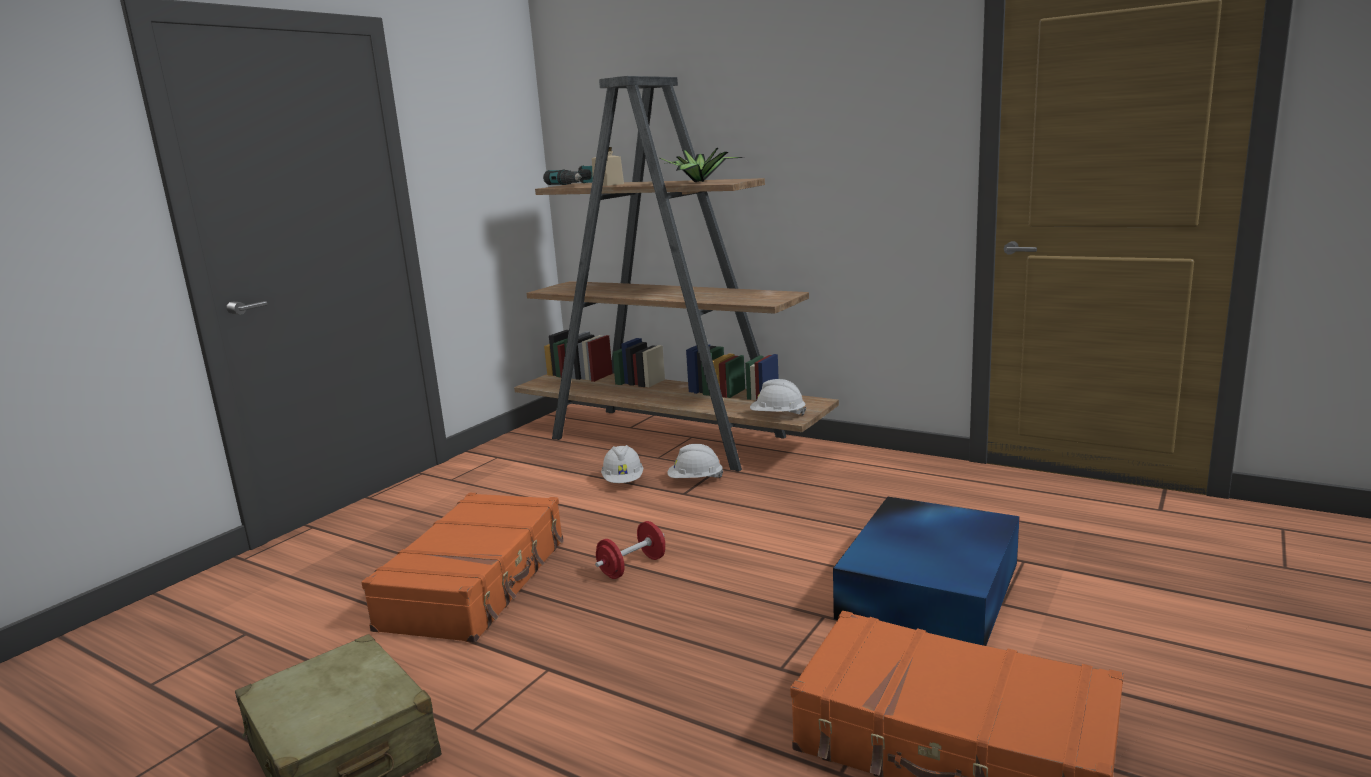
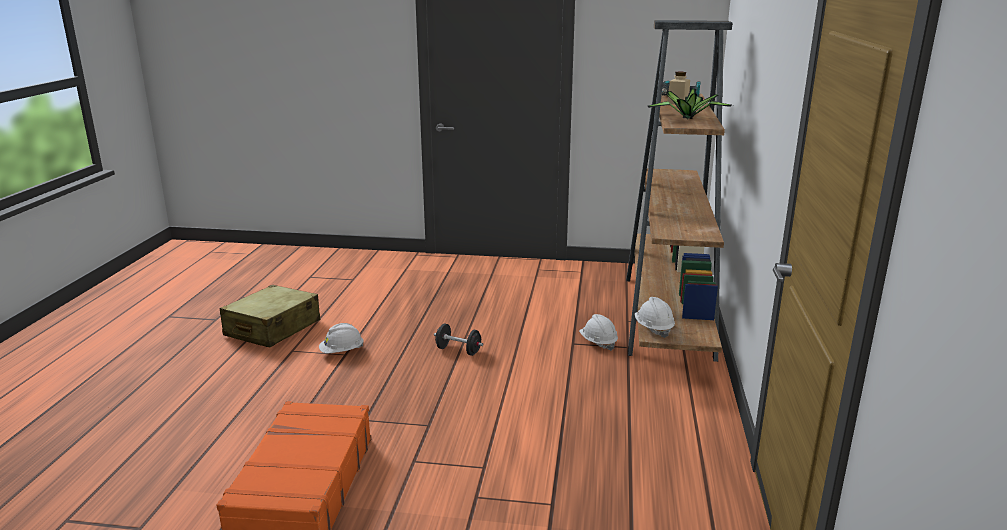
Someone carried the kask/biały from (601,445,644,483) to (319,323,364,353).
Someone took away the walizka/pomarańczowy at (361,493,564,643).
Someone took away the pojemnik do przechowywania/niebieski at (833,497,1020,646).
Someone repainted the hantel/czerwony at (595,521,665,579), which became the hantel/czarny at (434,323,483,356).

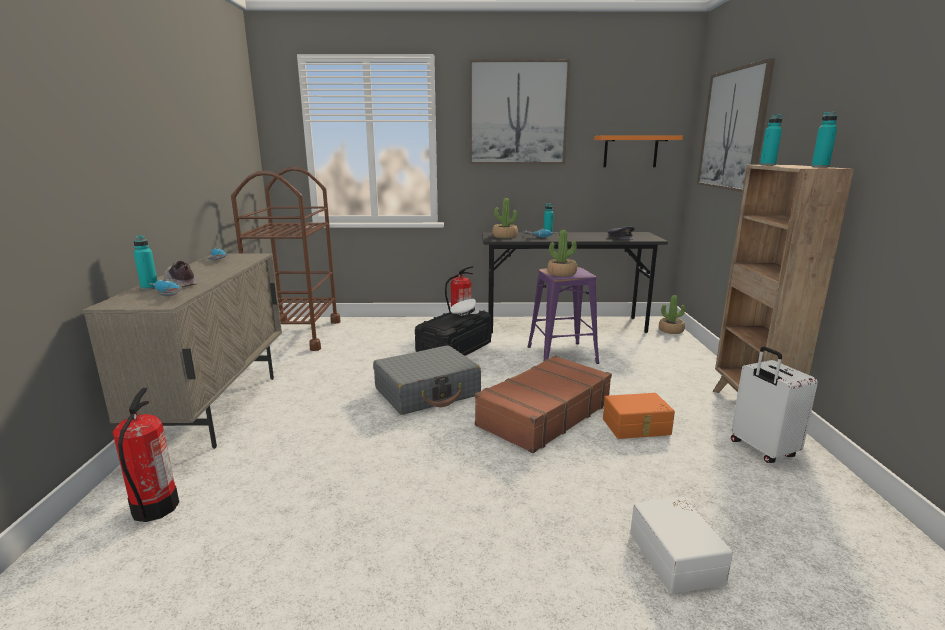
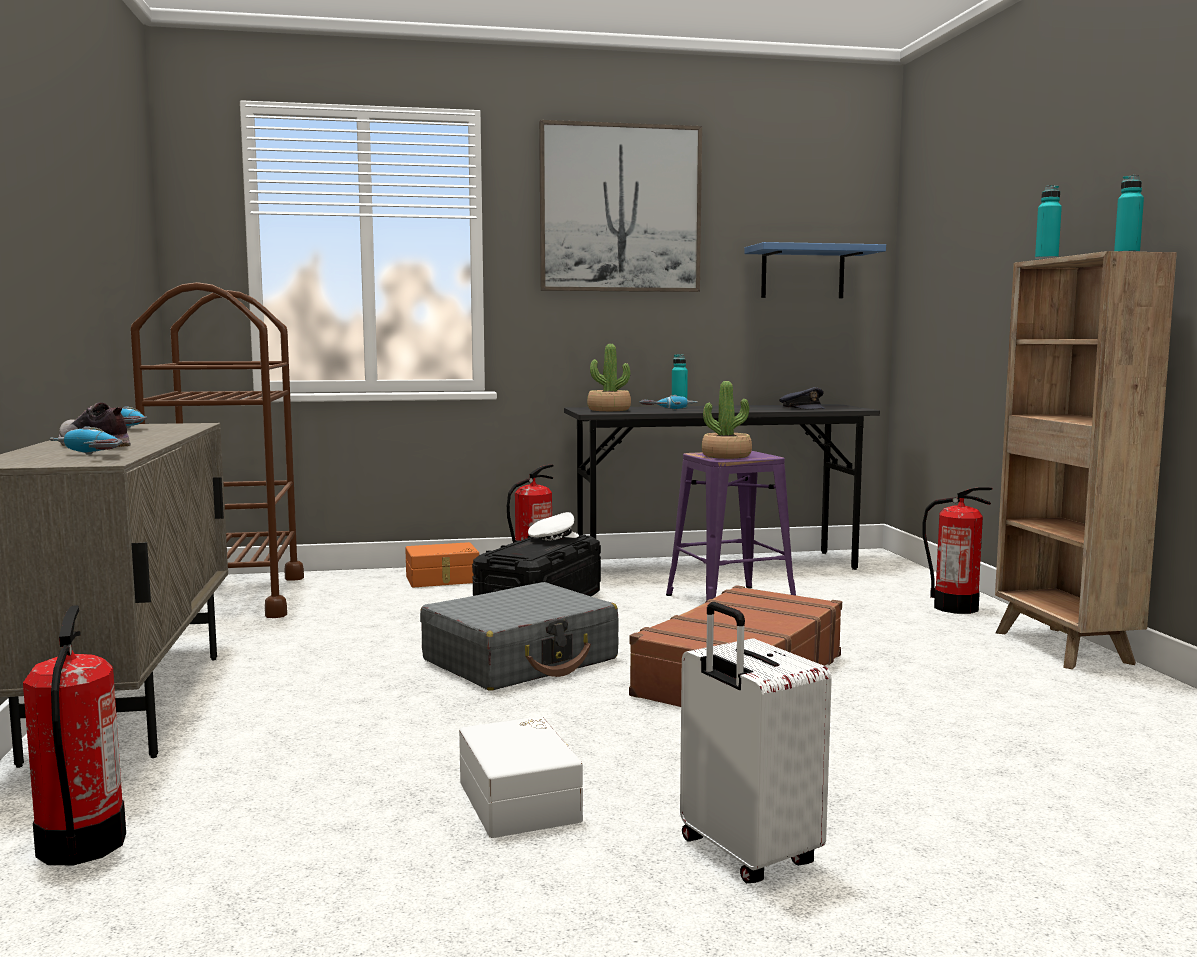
Someone took away the obraz at (697,59,775,192).
Someone repainted the półka/pomarańczowy at (594,135,683,167), which became the półka/niebieski at (744,242,886,298).
Someone took away the butelka/turkusowy at (134,235,157,290).
Someone took away the roślina doniczkowa at (659,295,685,334).
Someone carried the walizka/biały from (731,347,818,463) to (680,602,832,883).
Someone carried the pojemnik do przechowywania/pomarańczowy from (603,393,675,439) to (405,542,479,588).
Someone carried the pojemnik do przechowywania/biały from (630,497,733,594) to (459,716,583,838).
Someone put down the gaśnica at (922,487,992,614).

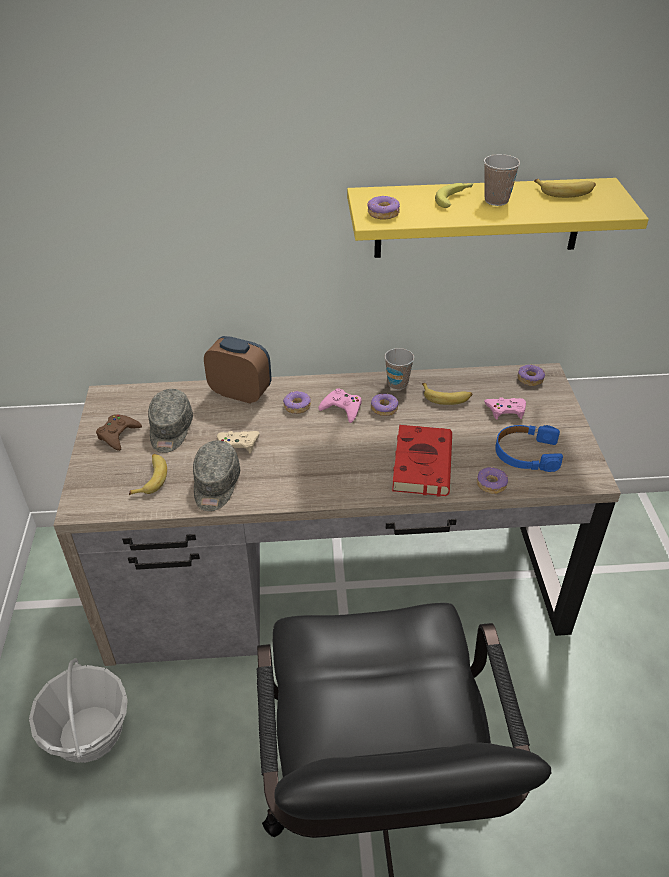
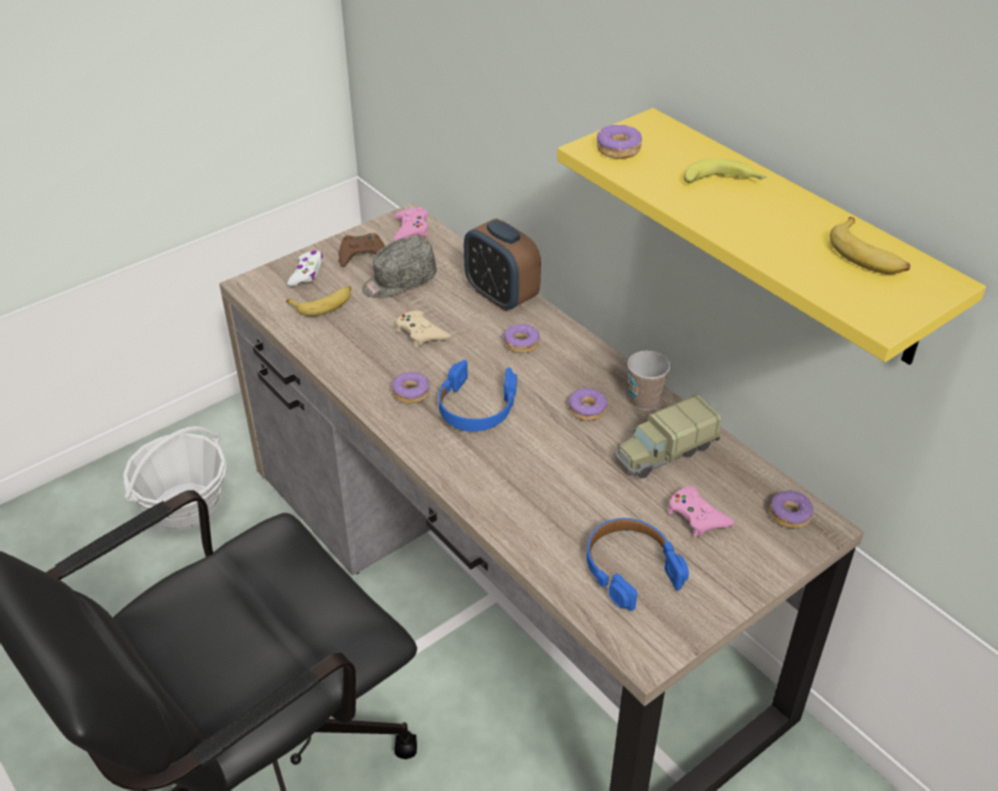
Someone took away the filiżanka at (484,154,520,206).
Someone rotated the budzik at (204,336,271,404) by 150 degrees clockwise.
Someone swapped the banan at (422,383,472,405) for the ciężarówka zabawkowa at (614,395,722,478).
Someone carried the pad do gier/różowy from (319,388,362,423) to (393,207,428,242).
Someone took away the książka/czerwony at (392,425,452,497).
Someone took away the czapka z daszkiem/szary at (193,440,240,511).
Someone carried the donut from (477,467,508,494) to (392,372,430,403).
Someone put down the pad do gier/biały at (287,250,323,286).
Someone put down the słuchawki/niebieski at (439,360,517,432).

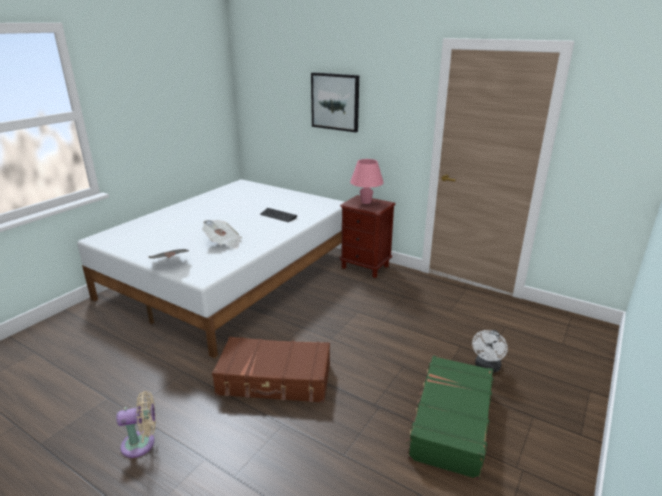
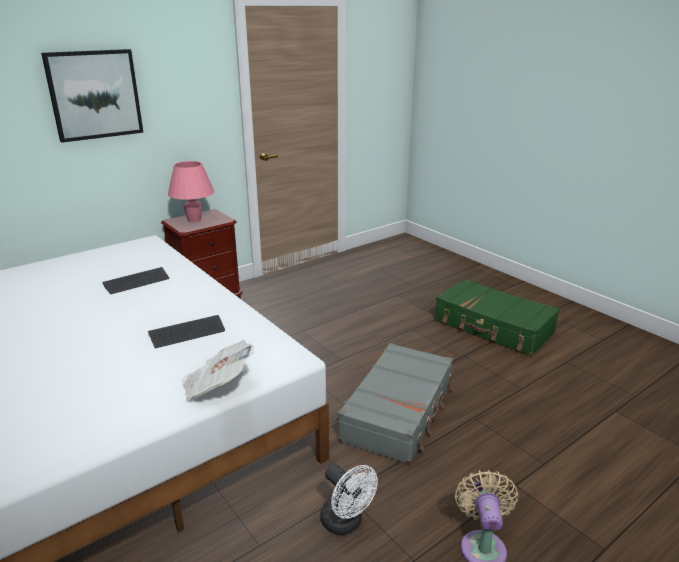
Someone swapped the gazeta at (202,220,242,249) for the klawiatura at (148,315,225,348).
Someone carried the wentylator/biały from (472,330,508,373) to (320,464,378,535).
Someone repainted the walizka/brązowy at (212,337,330,403), which became the walizka/szary at (338,343,453,465).

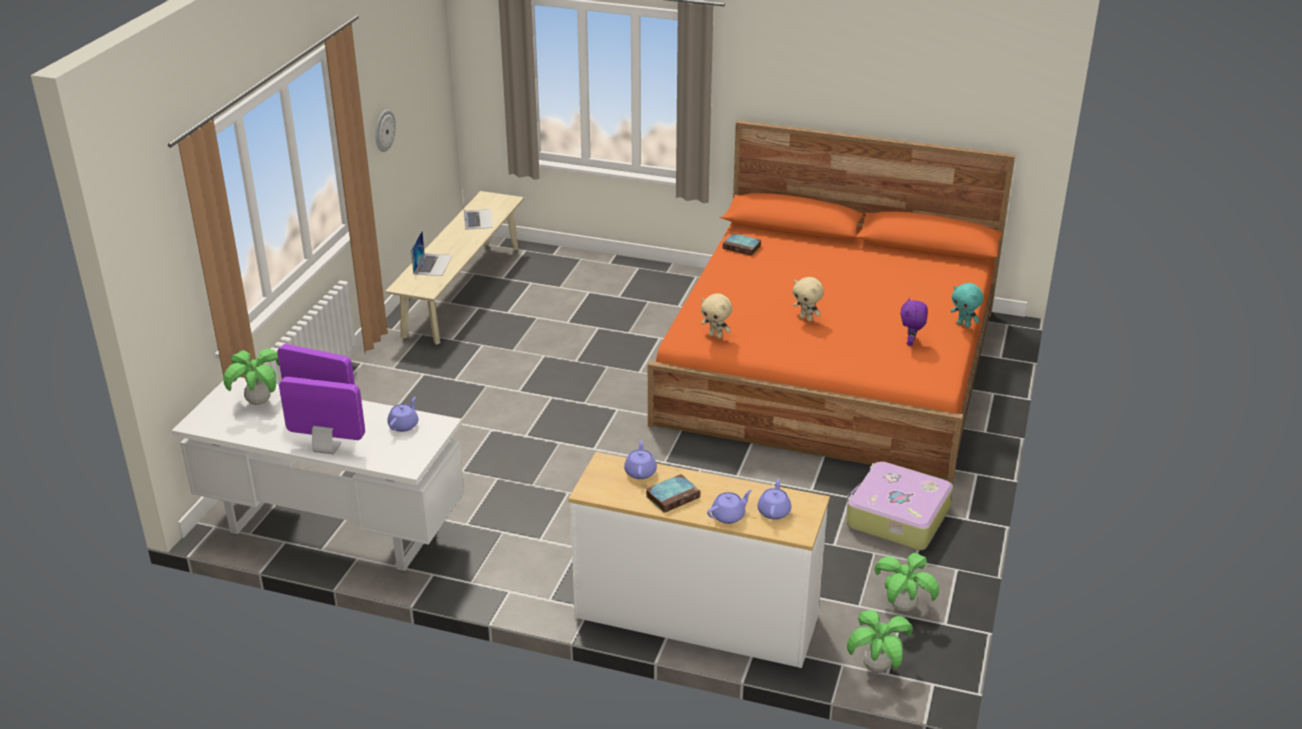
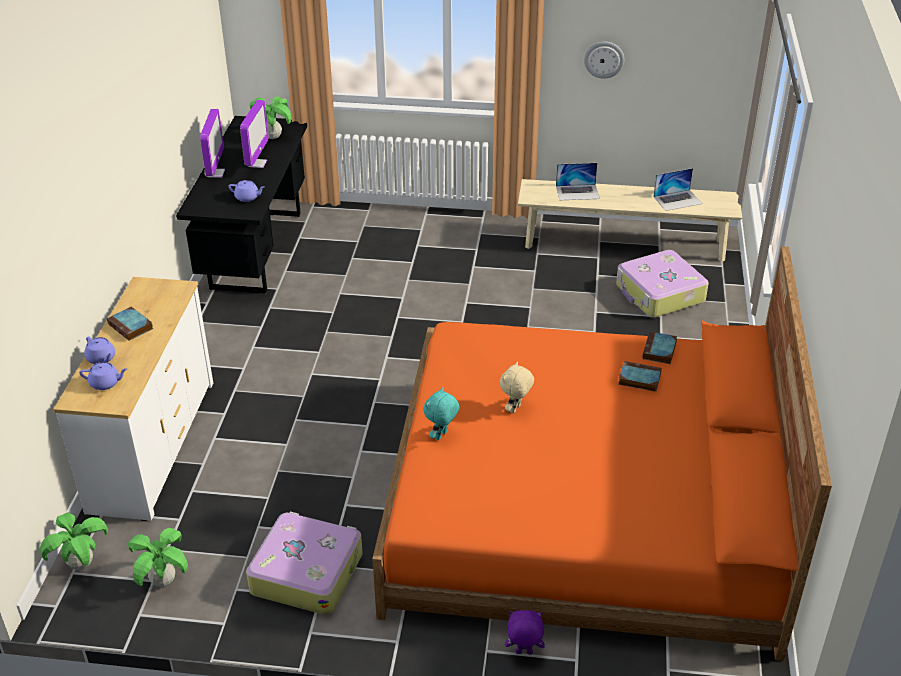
Someone carried the pluszak/turkusowy from (951,283,984,328) to (423,388,460,440).
Someone took away the pluszak/beżowy at (701,293,732,339).
Someone carried the pluszak/fioletowy from (900,298,928,346) to (505,610,545,654).
Someone repainted the biurko/biały at (172,377,465,572), which became the biurko/czarny at (176,116,307,294).
Someone took away the imbryk/fioletowy at (624,440,657,479).
Someone put down the walizka at (616,250,709,318).
Someone put down the książka at (618,361,662,392).

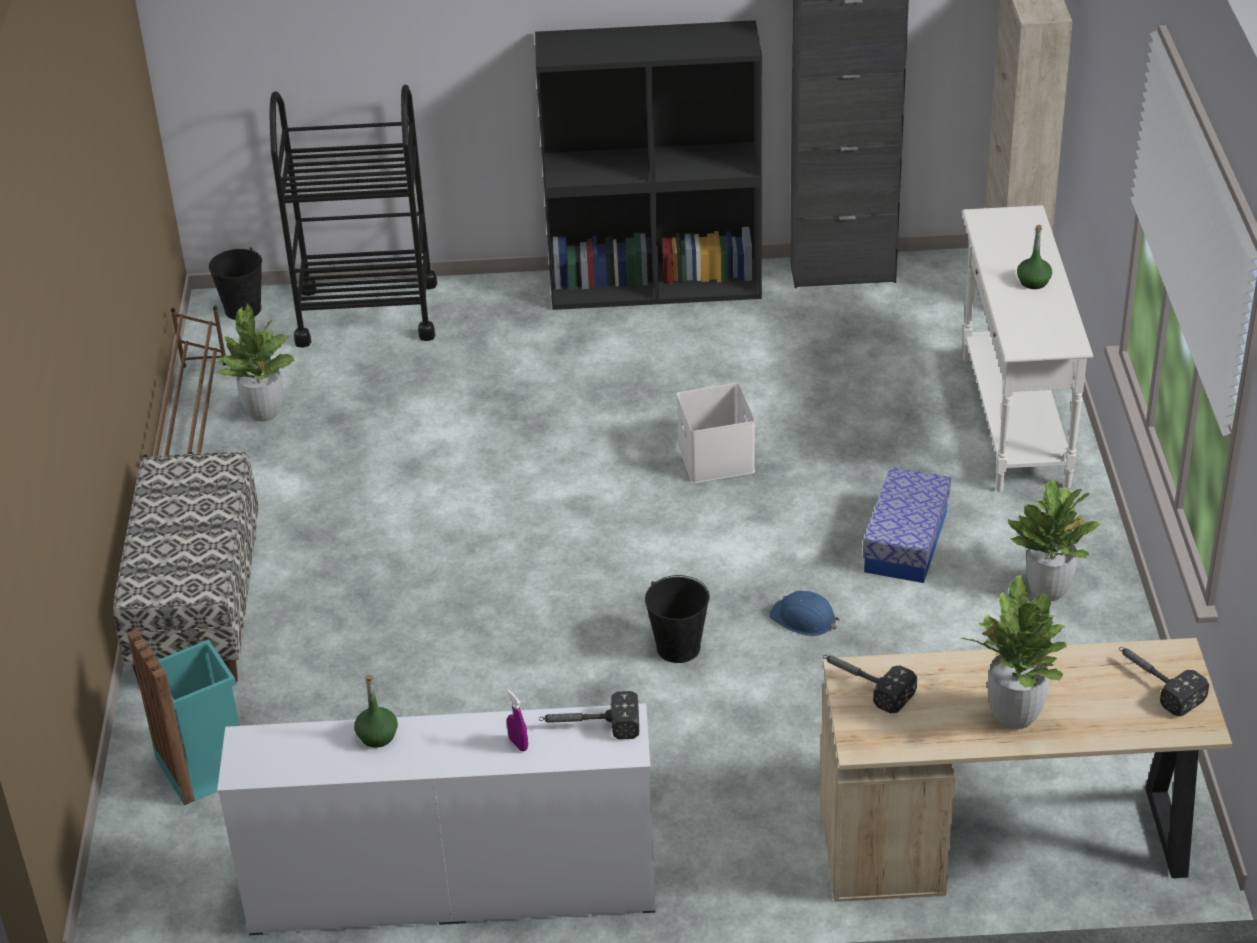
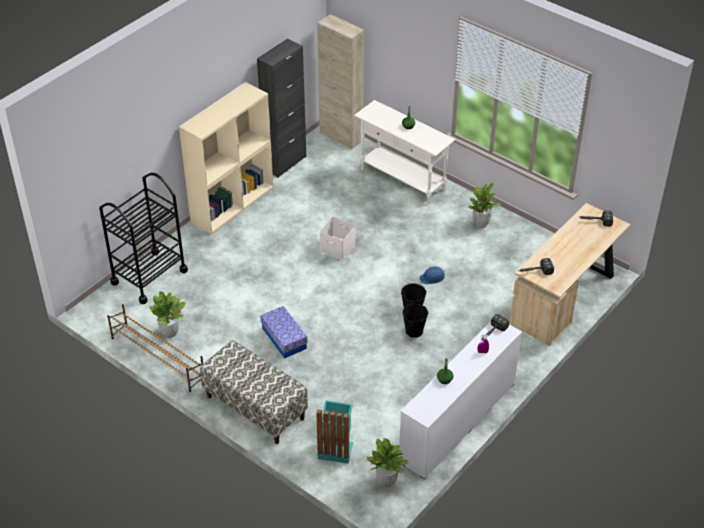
Someone repainted the regał/czarny at (535,20,762,310), which became the regał/beżowy at (179,82,274,234).
Someone carried the wiadro/czarny from (209,247,262,320) to (403,303,428,338).
Someone carried the pojemnik do przechowywania from (863,467,951,583) to (260,306,308,359).
Someone carried the roślina doniczkowa from (961,574,1067,729) to (366,437,409,488).

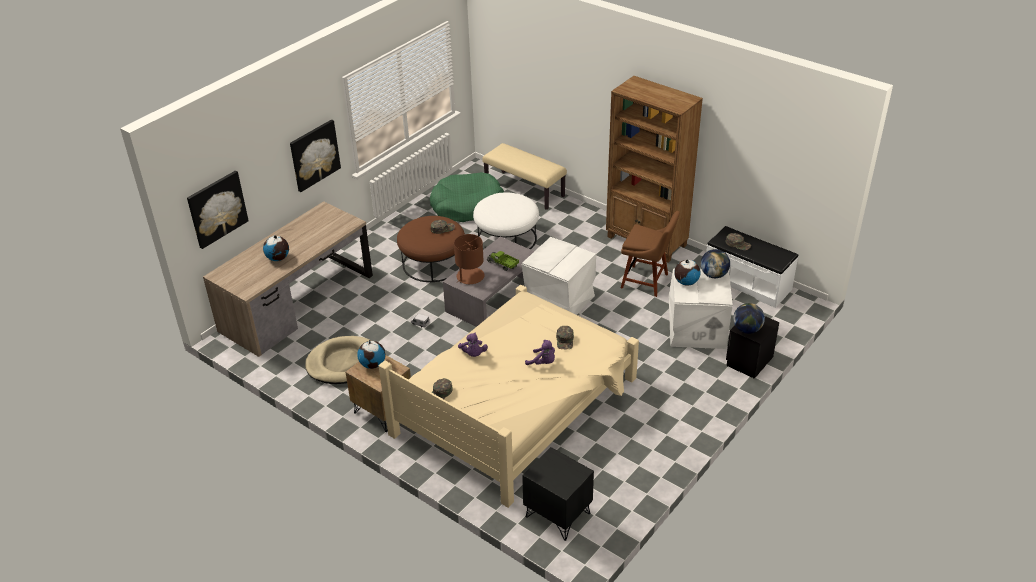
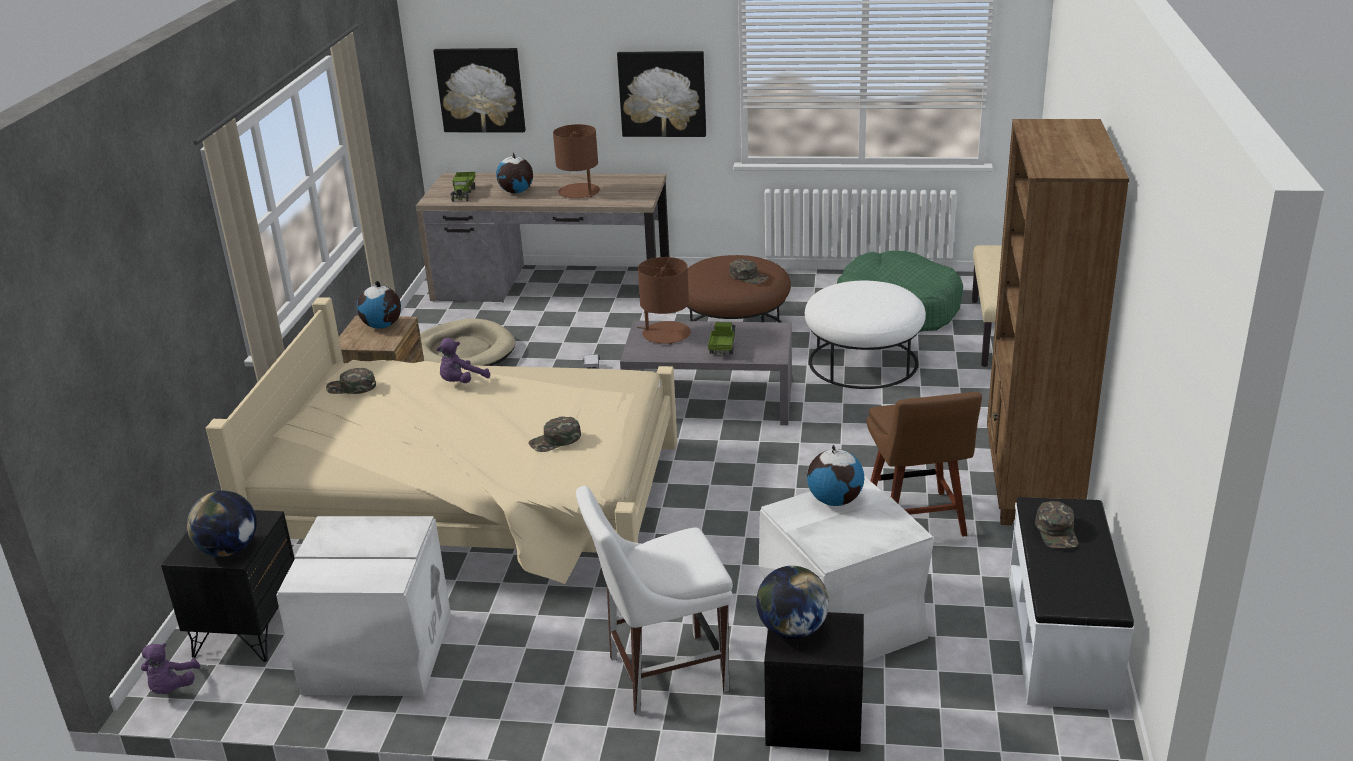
Someone carried the pojemnik do przechowywania/biały from (522,237,596,315) to (276,516,451,696).
Someone carried the globus from (701,249,730,278) to (187,491,257,557).
Someone carried the pluszak/fioletowy from (525,340,555,365) to (141,643,200,694).
Someone put down the lampa stołowa/brązowy at (553,124,600,198).
Someone put down the ciężarówka zabawkowa at (450,172,476,202).
Someone put down the krzesło/biały at (576,486,733,715).

